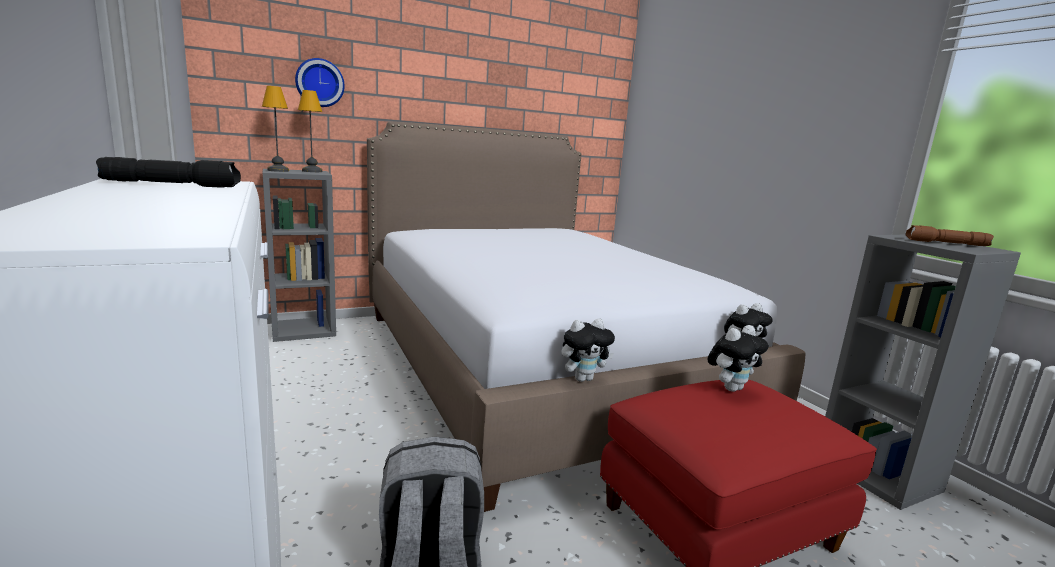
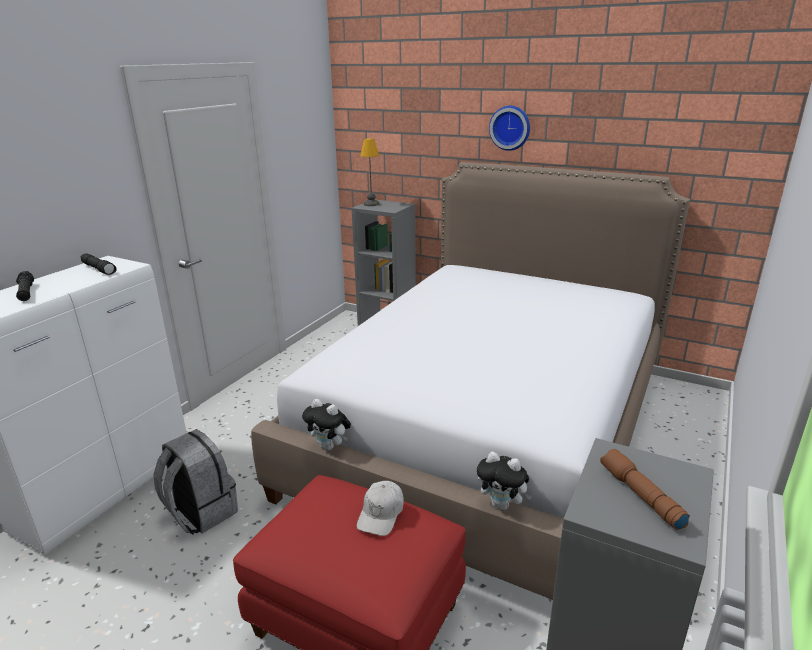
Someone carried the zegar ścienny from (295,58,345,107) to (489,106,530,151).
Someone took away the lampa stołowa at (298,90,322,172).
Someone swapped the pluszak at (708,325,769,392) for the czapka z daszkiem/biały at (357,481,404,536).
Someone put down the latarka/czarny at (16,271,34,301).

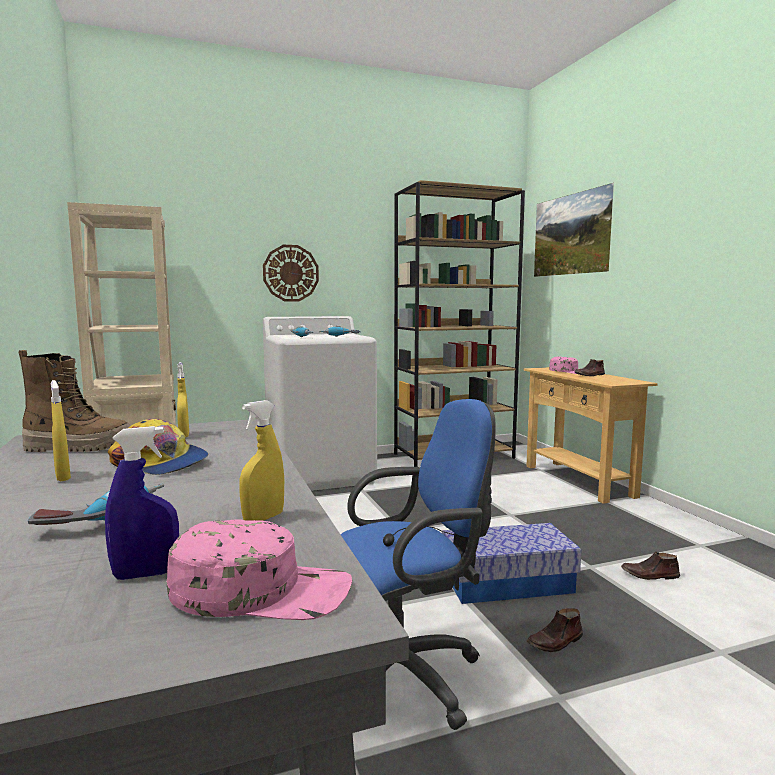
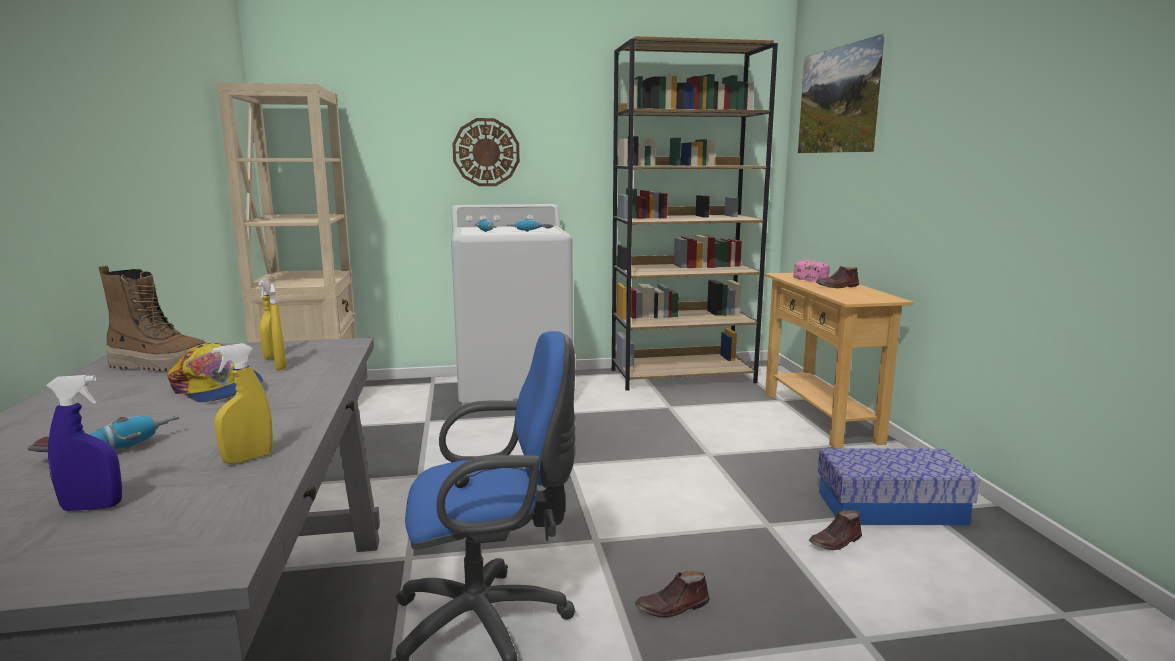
Someone carried the spryskiwacz/żółty from (51,380,71,481) to (270,284,286,370).
Someone took away the czapka z daszkiem/różowy at (167,519,352,620).
Someone carried the pojemnik do przechowywania from (442,523,581,604) to (818,448,980,525).
Someone rotated the but/brązowy at (621,552,680,580) by 45 degrees counterclockwise.

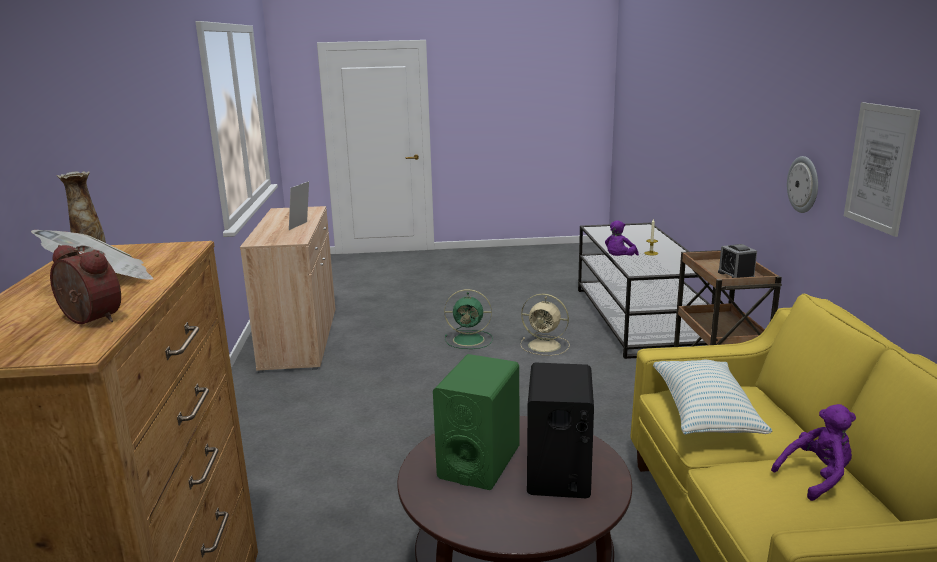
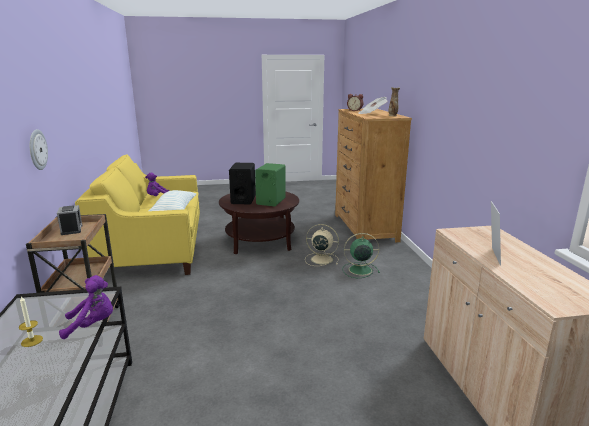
Someone took away the obraz at (844,102,920,237).
Someone rotated the pluszak/fioletowy at (605,221,639,256) by 45 degrees clockwise.
Someone carried the wentylator/zielony from (444,289,493,349) to (343,233,380,278).
Someone carried the wentylator/beżowy from (520,294,570,356) to (305,224,339,266).

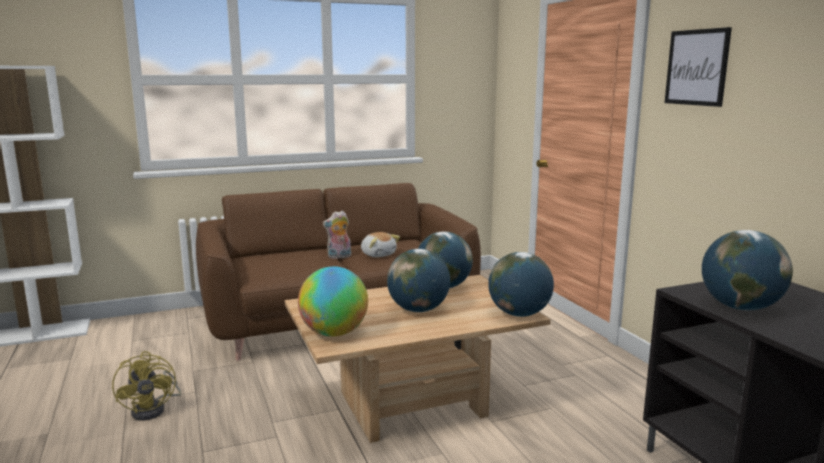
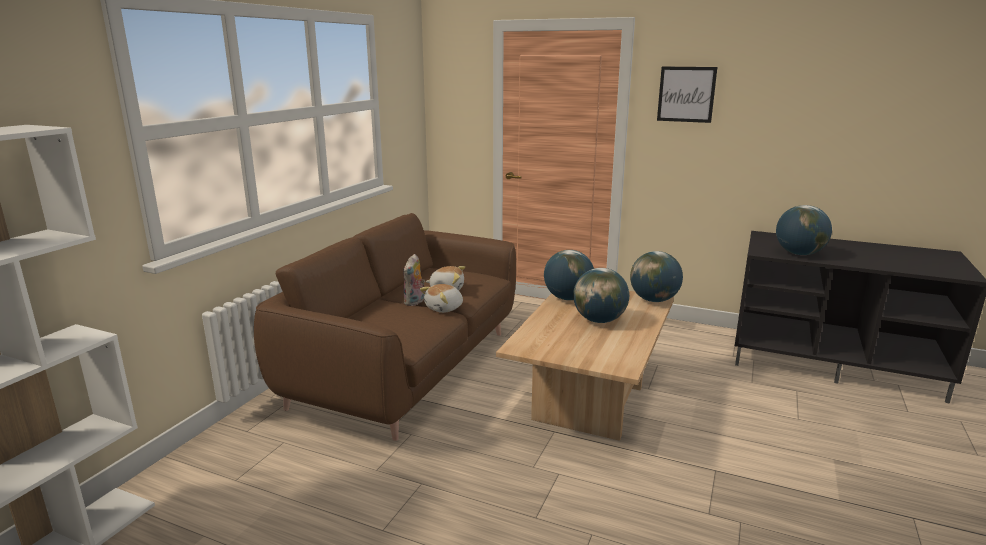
Someone took away the globus at (298,266,368,337).
Someone took away the wentylator/żółty at (112,351,181,421).
Someone put down the pluszak at (420,284,463,313).

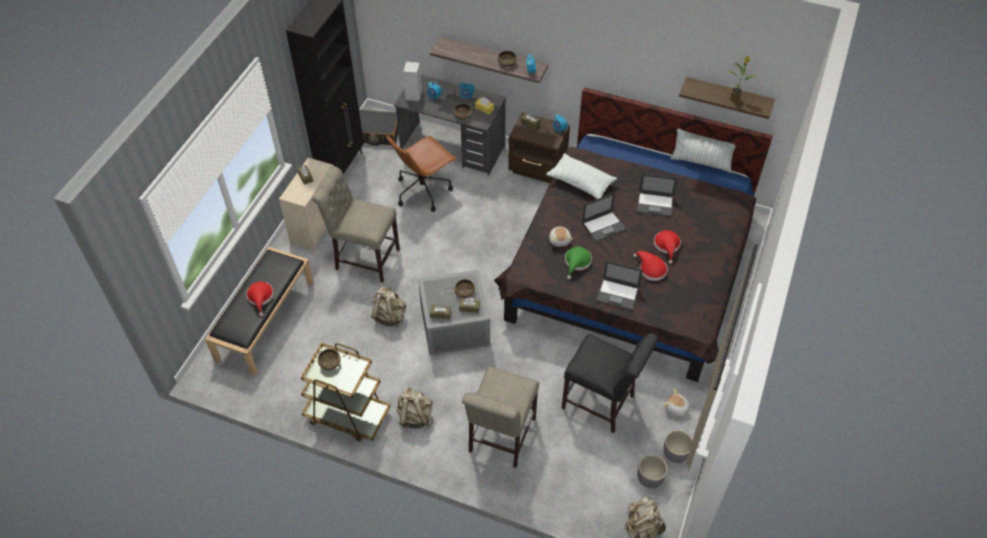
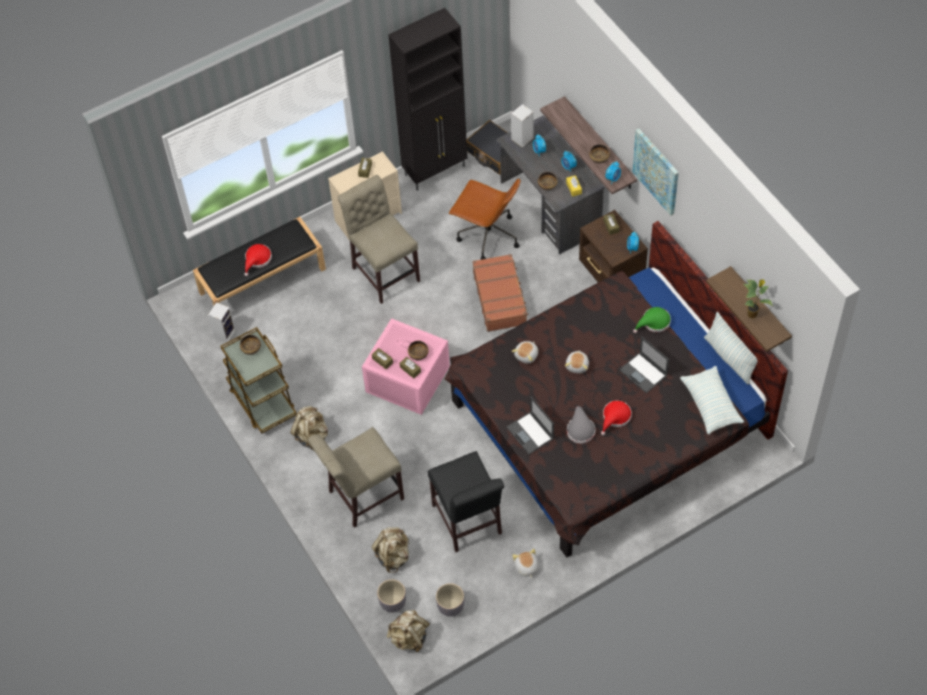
Someone rotated the krzesło biurowe/brązowy at (386,136,457,212) by 150 degrees counterclockwise.
Someone carried the poduszka from (546,153,617,199) to (680,366,744,435).
Someone swapped the laptop at (582,192,627,242) for the pluszak at (565,350,589,373).
Someone carried the kapelusz/zielony from (565,247,592,279) to (633,307,671,333).
Someone repainted the kapelusz/czerwony at (633,251,667,281), which became the kapelusz/szary at (567,406,595,444).
Someone repainted the pojemnik do przechowywania/szary at (418,270,490,355), which became the pojemnik do przechowywania/różowy at (362,318,450,415).
Someone carried the plecak/beżowy from (371,287,406,327) to (372,527,409,573).
Someone carried the donica/szary from (663,430,692,463) to (377,579,406,612).
Someone put up the obraz at (633,128,679,216).
Someone put down the walizka/brązowy at (472,254,529,332).
Someone put down the głośnik at (208,302,236,343).

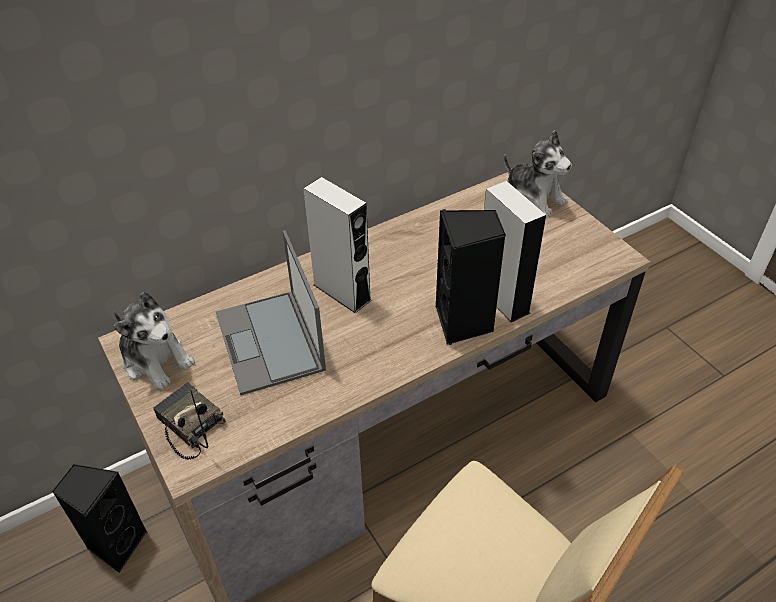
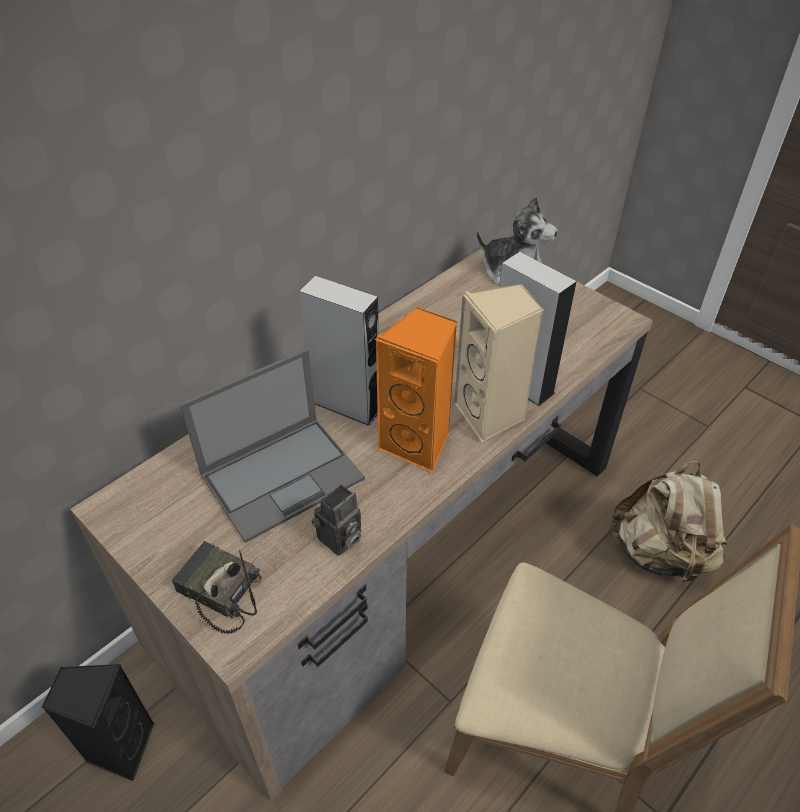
Someone repainted the głośnik/czarny at (436,209,506,345), which became the głośnik/beżowy at (454,284,544,442).
Someone rotated the laptop at (216,230,326,395) by 90 degrees counterclockwise.
Someone took away the pluszak at (114,292,195,390).
Someone put down the głośnik/pomarańczowy at (374,307,457,473).
Someone put down the plecak/beżowy at (609,460,727,587).
Someone put down the aparat fotograficzny at (311,484,361,556).

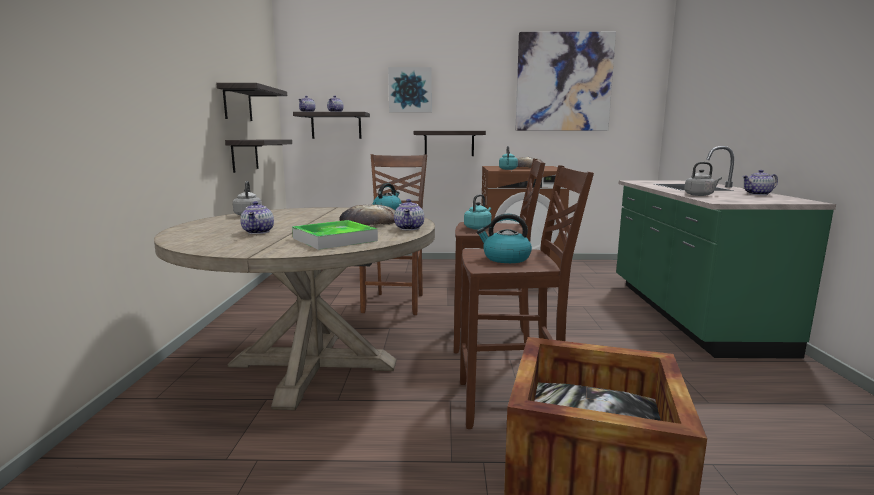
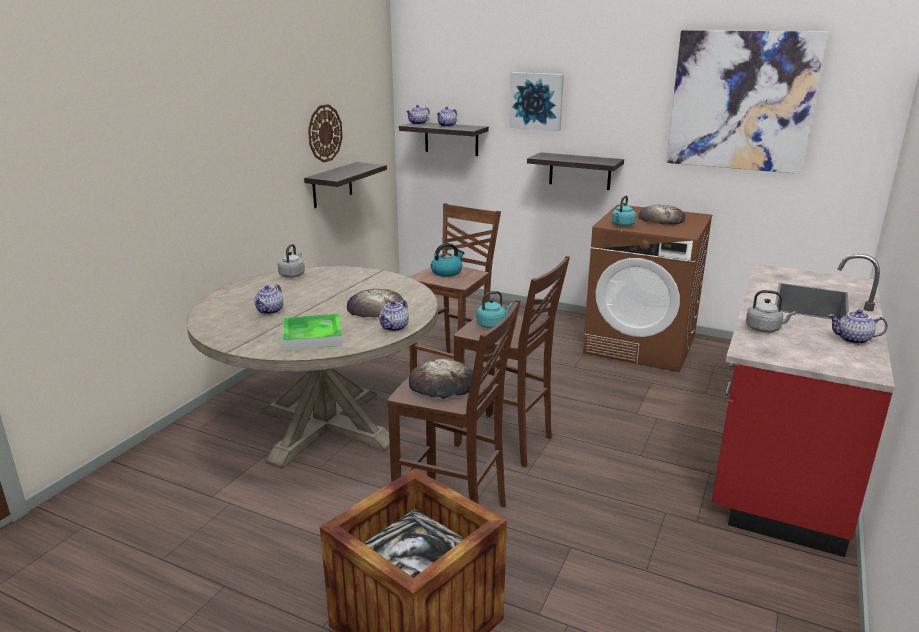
Someone swapped the półka at (216,83,287,121) for the zegar ścienny at (308,104,343,163).
Someone repainted the zabudowa kuchenna/zielony at (616,146,836,359), which became the zabudowa kuchenna/czerwony at (712,254,895,557).
Someone swapped the czajnik at (477,214,532,263) for the chleb at (409,359,473,399).

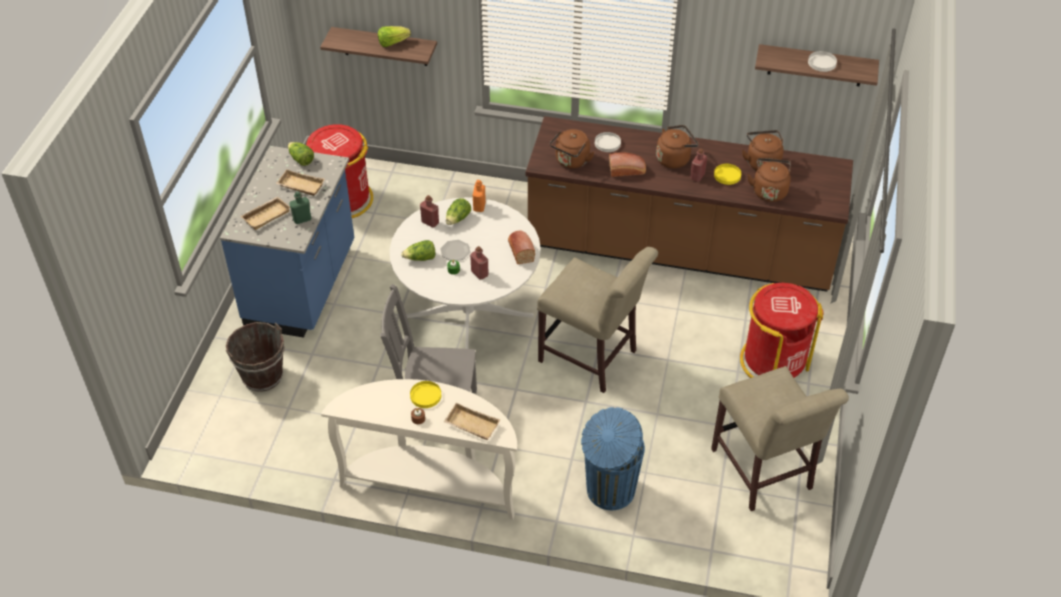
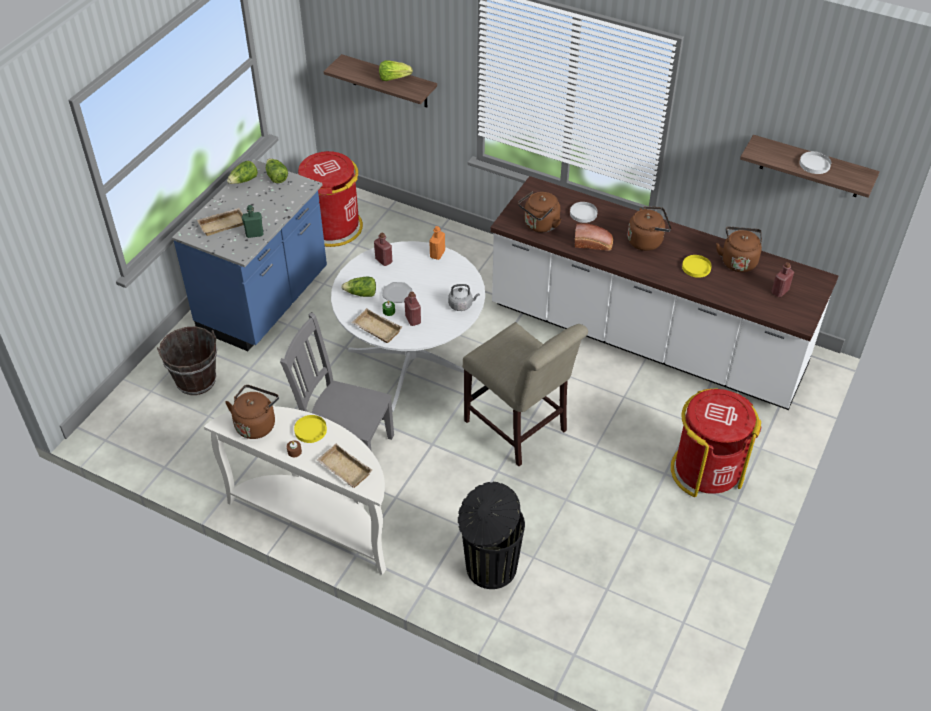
Someone repainted the zabudowa kuchenna/brązowy at (526,116,853,292), which became the zabudowa kuchenna/biały at (490,176,838,410).
Someone carried the butelka/czerwony from (690,148,707,182) to (771,262,794,297).
Someone carried the czajnik/brązowy from (747,158,791,202) to (225,385,279,439).
Someone carried the taca/beżowy from (276,169,325,196) to (351,309,402,343).
Someone carried the sałata from (446,198,471,225) to (227,161,258,184).
Someone swapped the chleb at (508,231,535,264) for the czajnik/szary at (448,284,480,311).
Someone took away the krzesło/beżowy at (711,366,849,511).
Someone repainted the kosz na śmieci/niebieski at (581,407,645,510), which became the kosz na śmieci/czarny at (458,482,525,589).

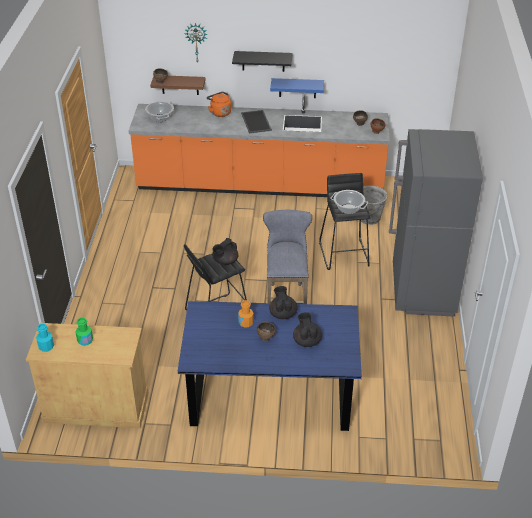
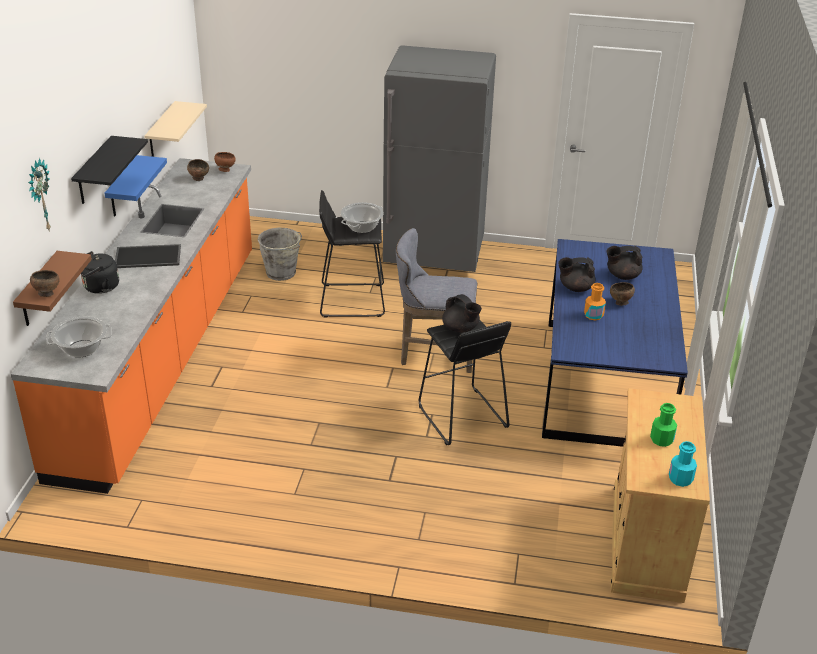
Someone repainted the czajnik/pomarańczowy at (207,92,231,117), which became the czajnik/czarny at (81,251,119,294).
Someone put up the półka/beżowy at (144,101,207,157).

